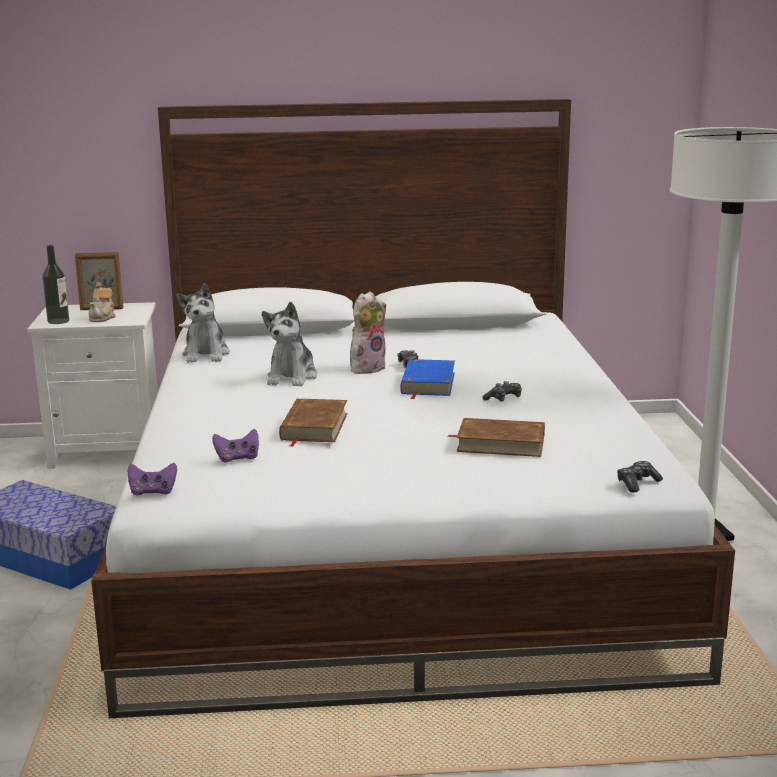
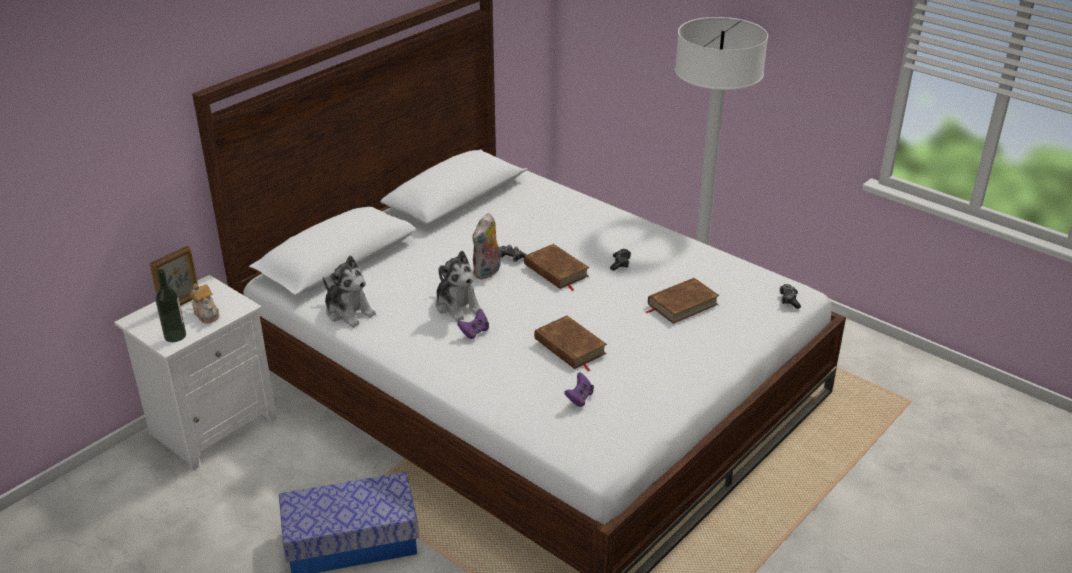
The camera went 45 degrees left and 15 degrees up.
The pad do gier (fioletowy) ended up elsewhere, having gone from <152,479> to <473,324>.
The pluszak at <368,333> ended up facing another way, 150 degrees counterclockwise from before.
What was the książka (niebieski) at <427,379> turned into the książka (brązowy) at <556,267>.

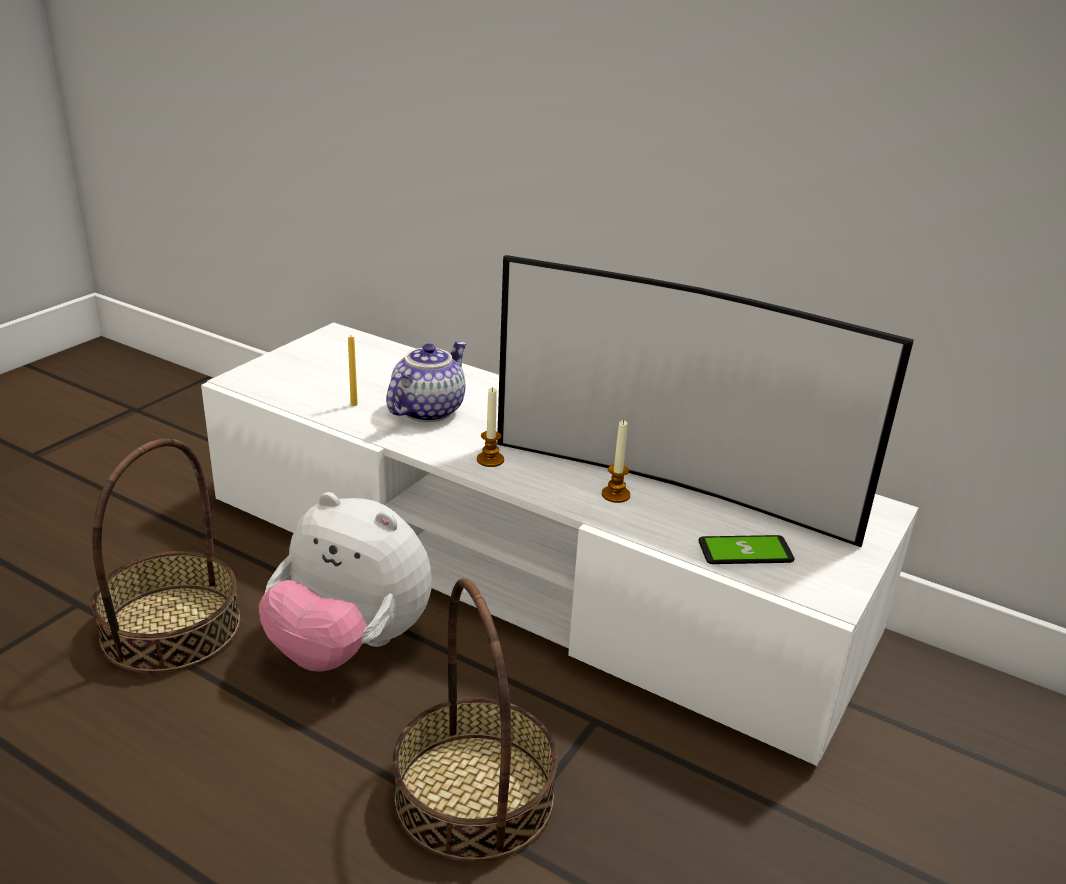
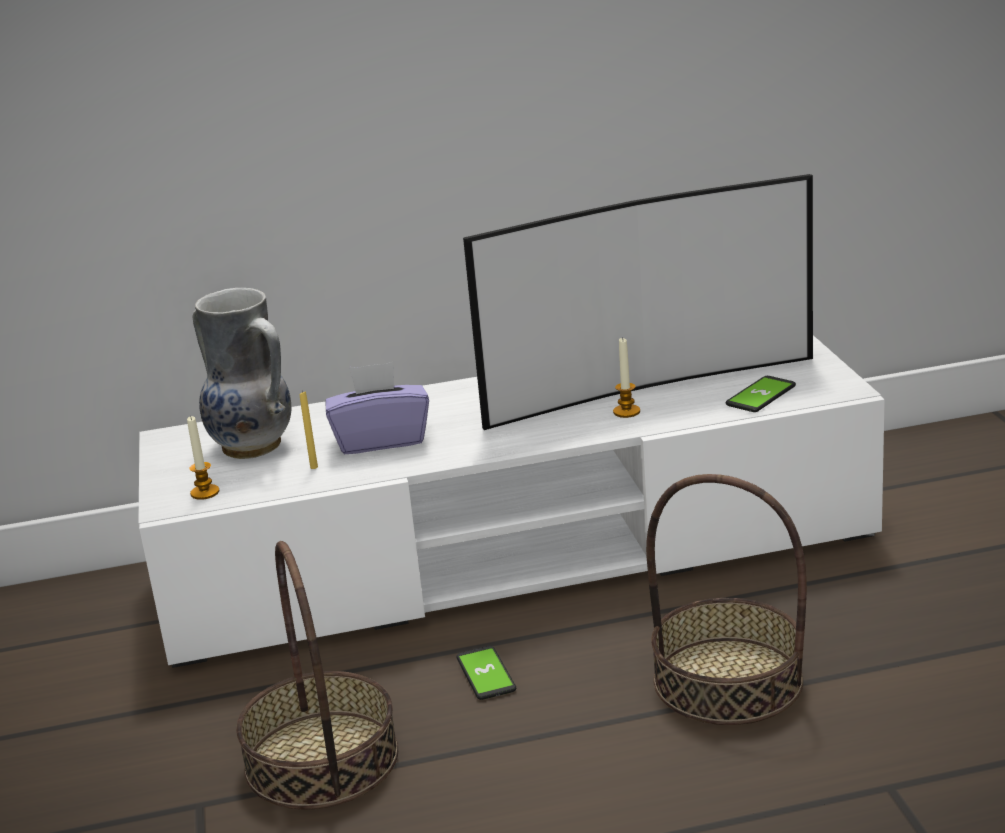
The camera went 40 degrees left and 5 degrees down.
The świeca ended up elsewhere, having gone from <490,427> to <203,457>.
The second view gained the wazon at <241,373>.
Where the imbryk stood at <426,381>, the pudełko chusteczek (fioletowy) came to stand at <377,408>.
Where the pluszak stood at <345,582>, the telefon came to stand at <486,673>.

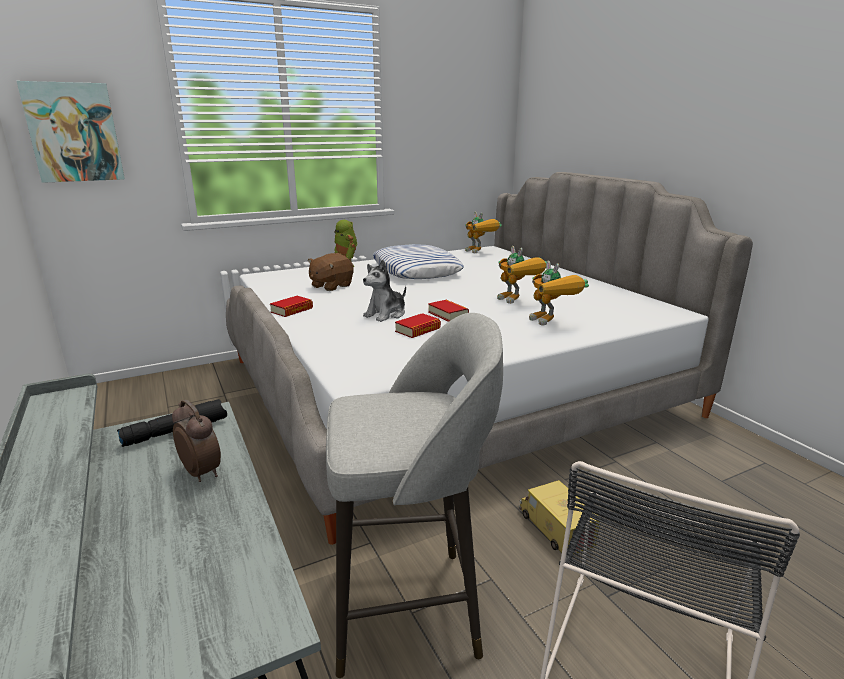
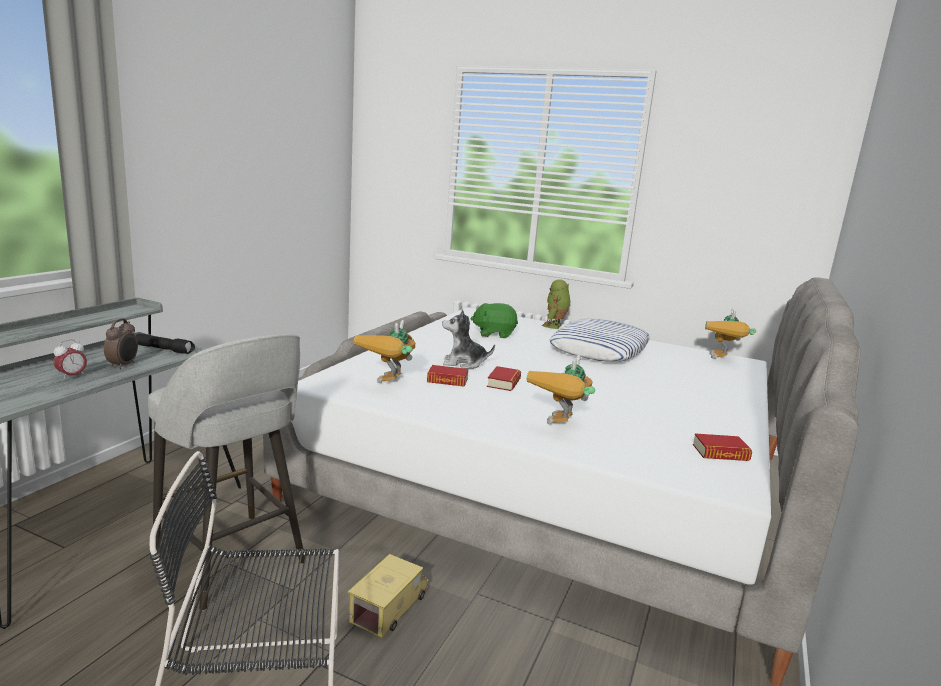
The camera went 50 degrees right and 5 degrees down.
The second view gained the budzik at <70,359>.
The robot zabawkowy ended up elsewhere, having gone from <522,275> to <384,351>.
What was the pluszak (brązowy) at <331,272> turned into the pluszak (zielony) at <494,320>.
The książka ended up elsewhere, having gone from <291,306> to <722,447>.
The second view lost the obraz at <71,132>.

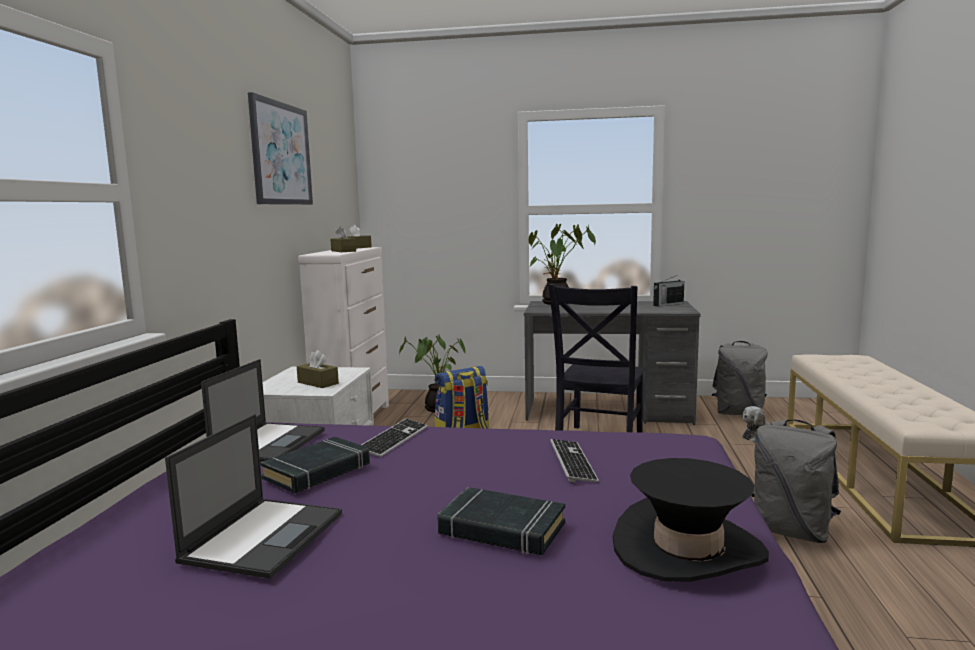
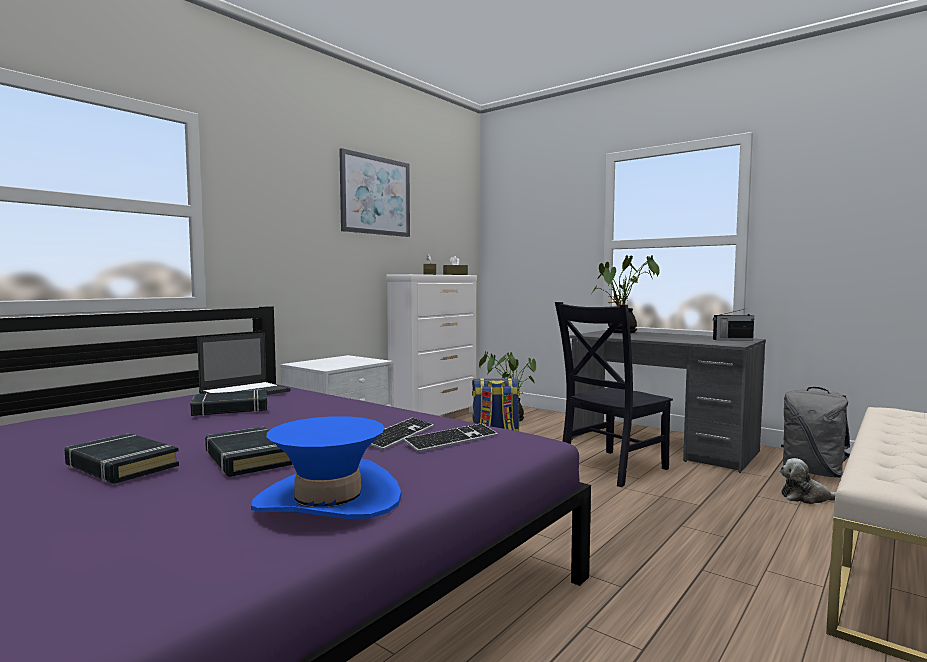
The camera went 30 degrees right and 5 degrees down.
The second view gained the książka (czarny) at <122,458>.
What was the kapelusz (czarny) at <691,520> turned into the kapelusz (niebieski) at <326,467>.
The klawiatura ended up elsewhere, having gone from <394,438> to <450,437>.
The second view lost the laptop at <253,496>.
The second view lost the pudełko chusteczek (brązowy) at <318,369>.
The second view lost the plecak (szary) at <796,481>.

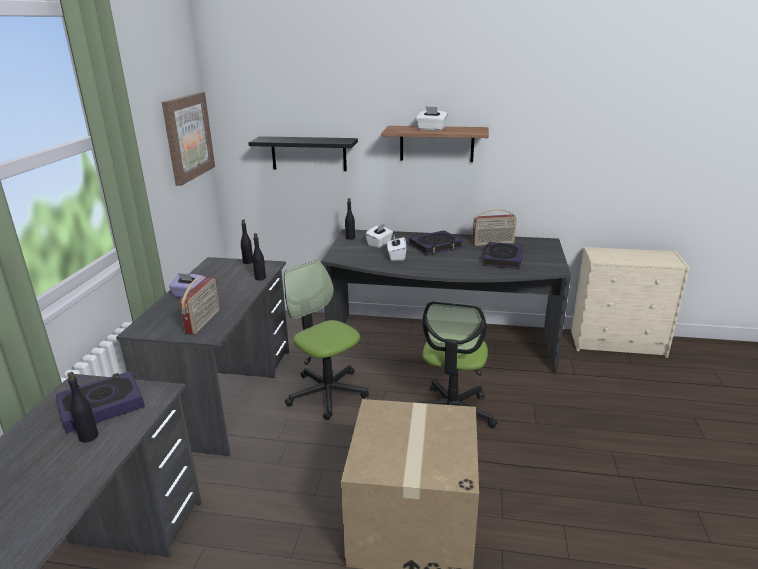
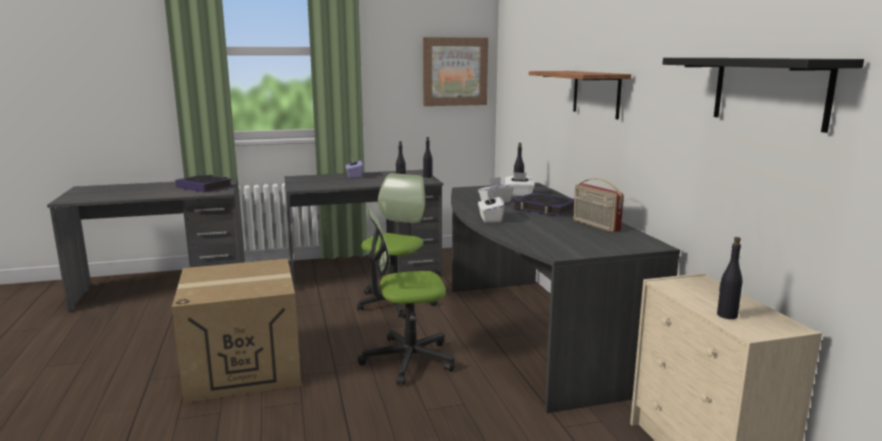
The camera went 65 degrees right and 10 degrees down.
The pudełko chusteczek (biały) ended up elsewhere, having gone from <432,118> to <491,208>.
The półka (czarny) ended up elsewhere, having gone from <303,153> to <763,95>.
The butelka (czarny) ended up elsewhere, having gone from <82,407> to <730,278>.
The second view lost the radio at <199,305>.
The second view lost the książka at <503,255>.

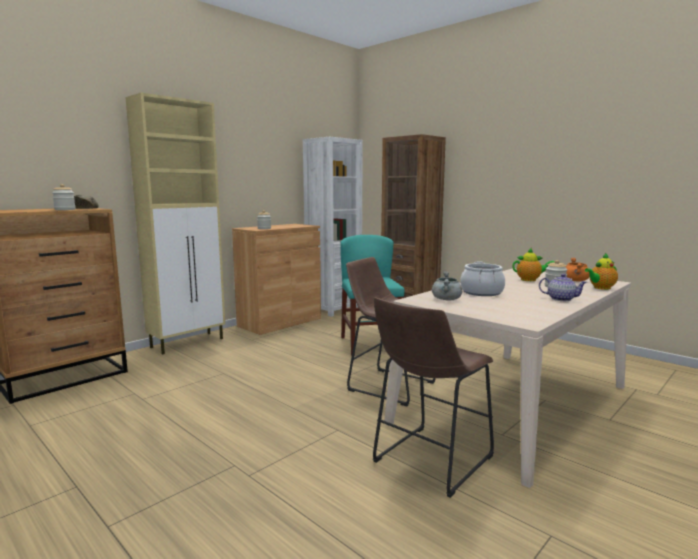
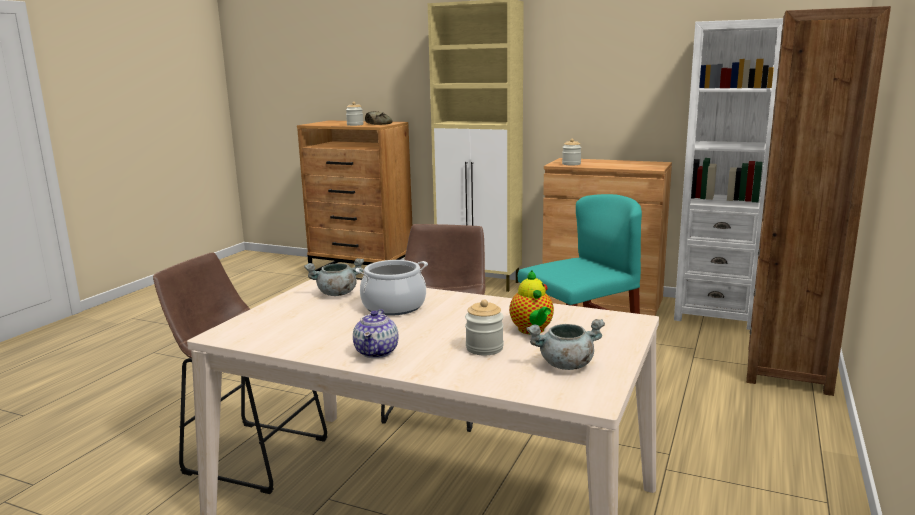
The camera went 70 degrees right and 5 degrees up.
What was the garnek (pomarańczowy) at <577,270> turned into the garnek (szary) at <565,344>.
The second view lost the imbryk at <601,271>.

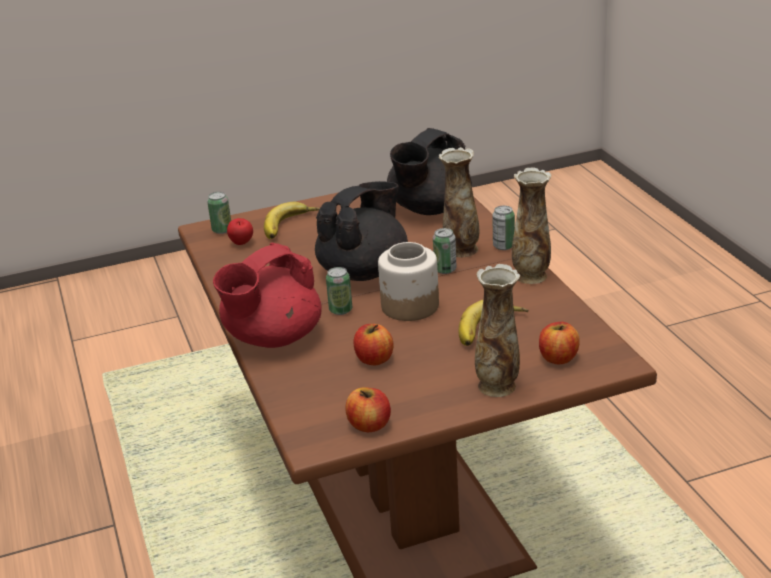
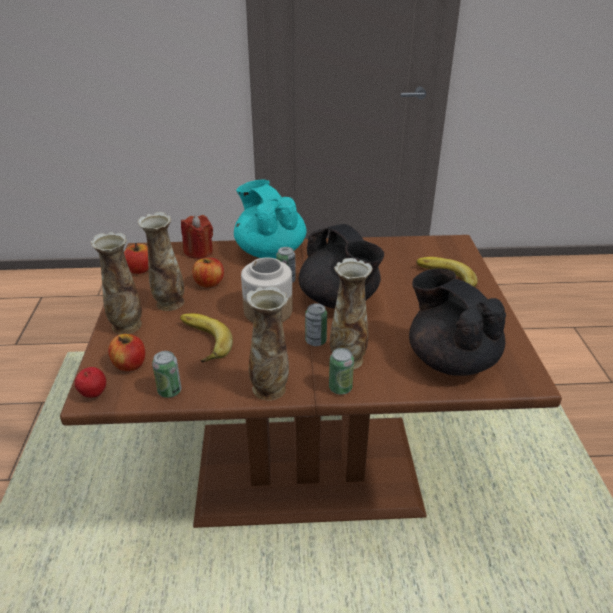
The camera went 105 degrees right and 5 degrees up.
The jabłko ended up elsewhere, having gone from <240,231> to <90,382>.
The second view gained the wazon at <161,261>.
The puszka ended up elsewhere, having gone from <219,213> to <166,374>.
The second view gained the świeca (czerwony) at <197,237>.
What was the imbryk (czerwony) at <267,295> turned into the imbryk (turkusowy) at <270,219>.

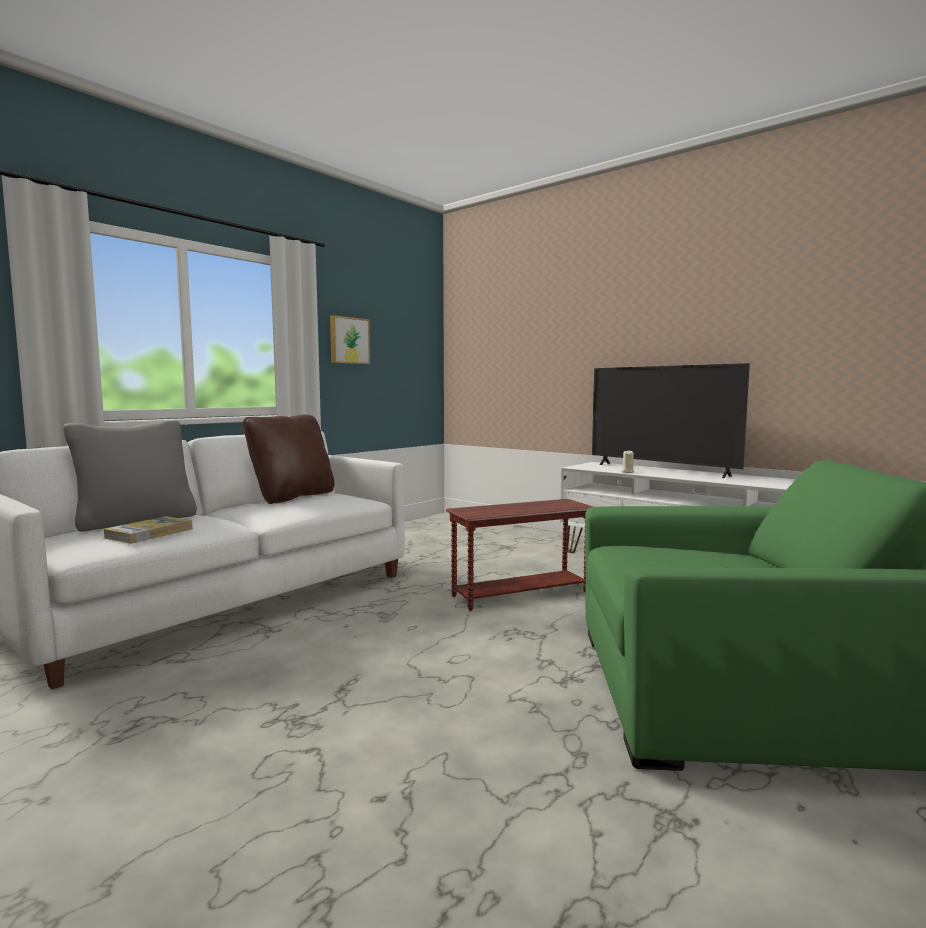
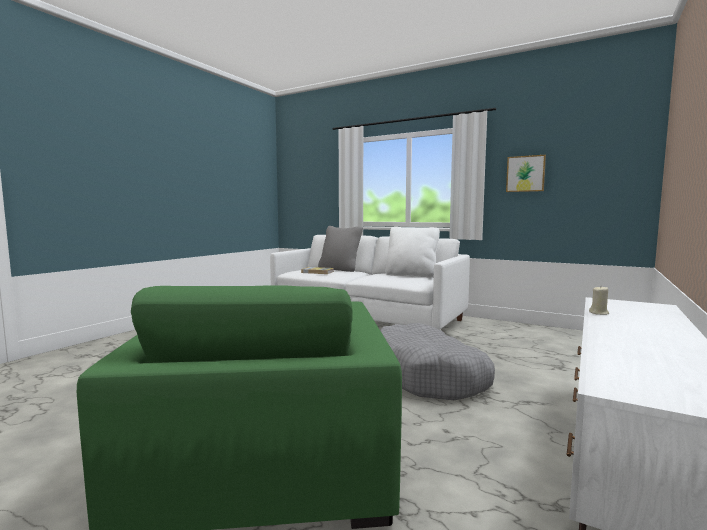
The camera went 80 degrees right and 0 degrees up.
Where the stolik (brązowy) stood at <519,555>, the legowisko (szary) came to stand at <437,361>.
What was the poduszka (brązowy) at <288,459> turned into the poduszka (biały) at <413,252>.
The second view lost the telewizor at <671,420>.

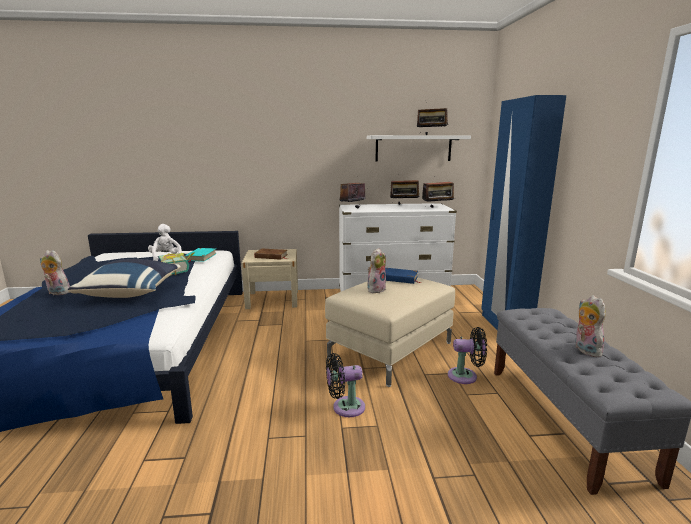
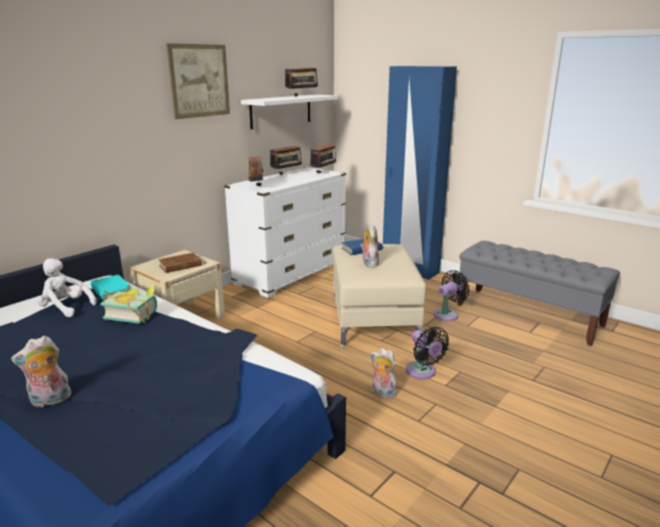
The camera went 45 degrees left and 5 degrees up.
The second view gained the obraz at <198,81>.
The pluszak ended up elsewhere, having gone from <590,326> to <383,373>.
The wentylator (czarny) at <345,385> ended up facing another way, 60 degrees counterclockwise from before.
The second view lost the poduszka (niebieski) at <124,278>.

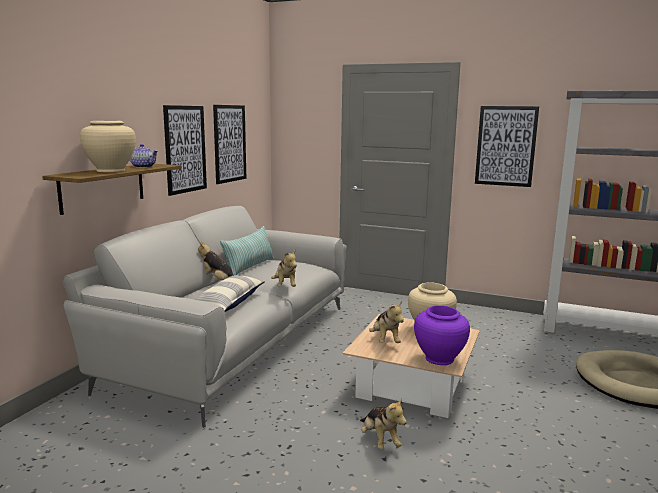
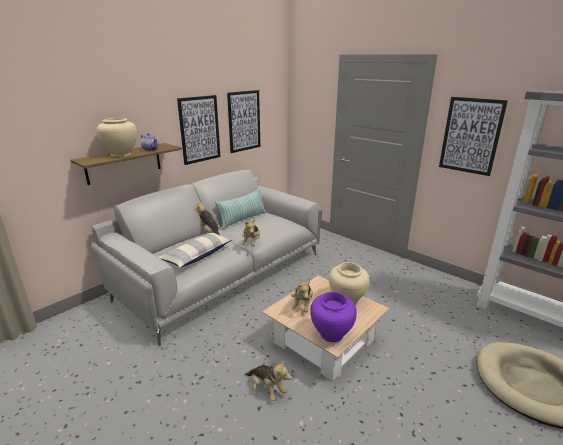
The camera went 20 degrees right and 10 degrees up.
The pluszak at <383,423> ended up facing another way, 45 degrees counterclockwise from before.

